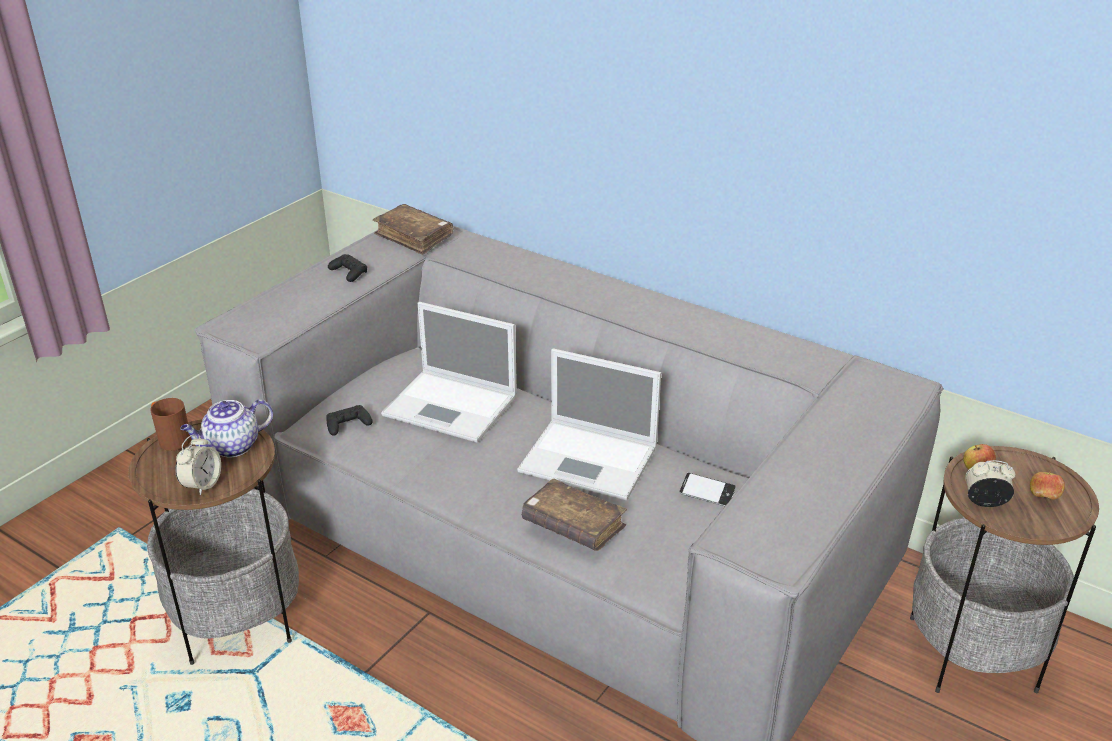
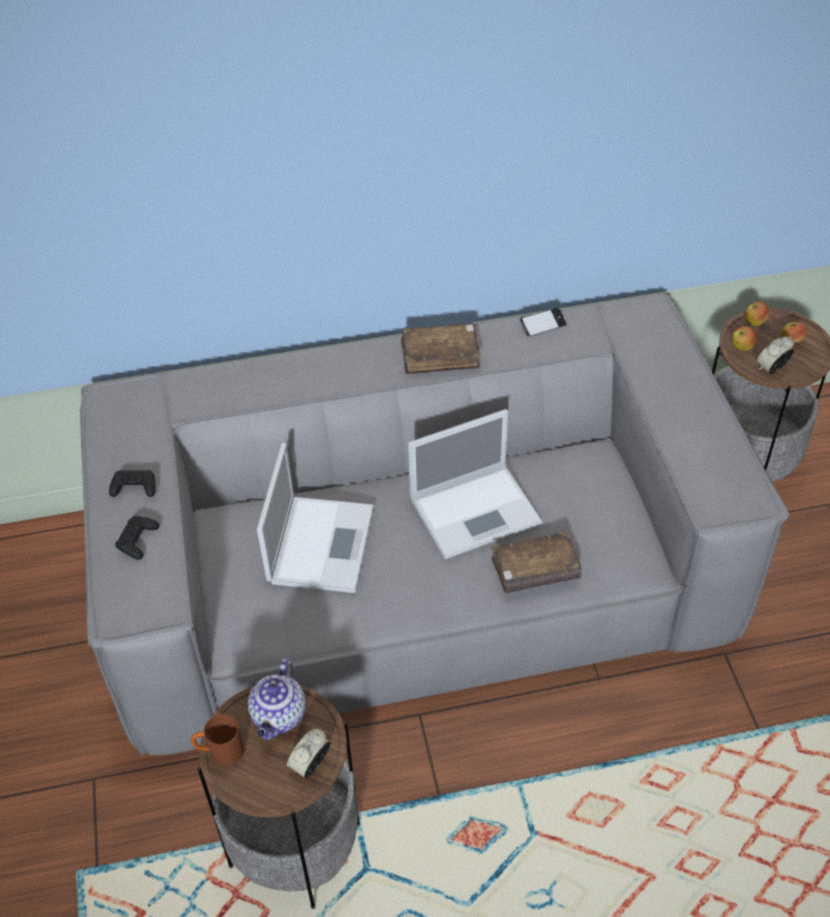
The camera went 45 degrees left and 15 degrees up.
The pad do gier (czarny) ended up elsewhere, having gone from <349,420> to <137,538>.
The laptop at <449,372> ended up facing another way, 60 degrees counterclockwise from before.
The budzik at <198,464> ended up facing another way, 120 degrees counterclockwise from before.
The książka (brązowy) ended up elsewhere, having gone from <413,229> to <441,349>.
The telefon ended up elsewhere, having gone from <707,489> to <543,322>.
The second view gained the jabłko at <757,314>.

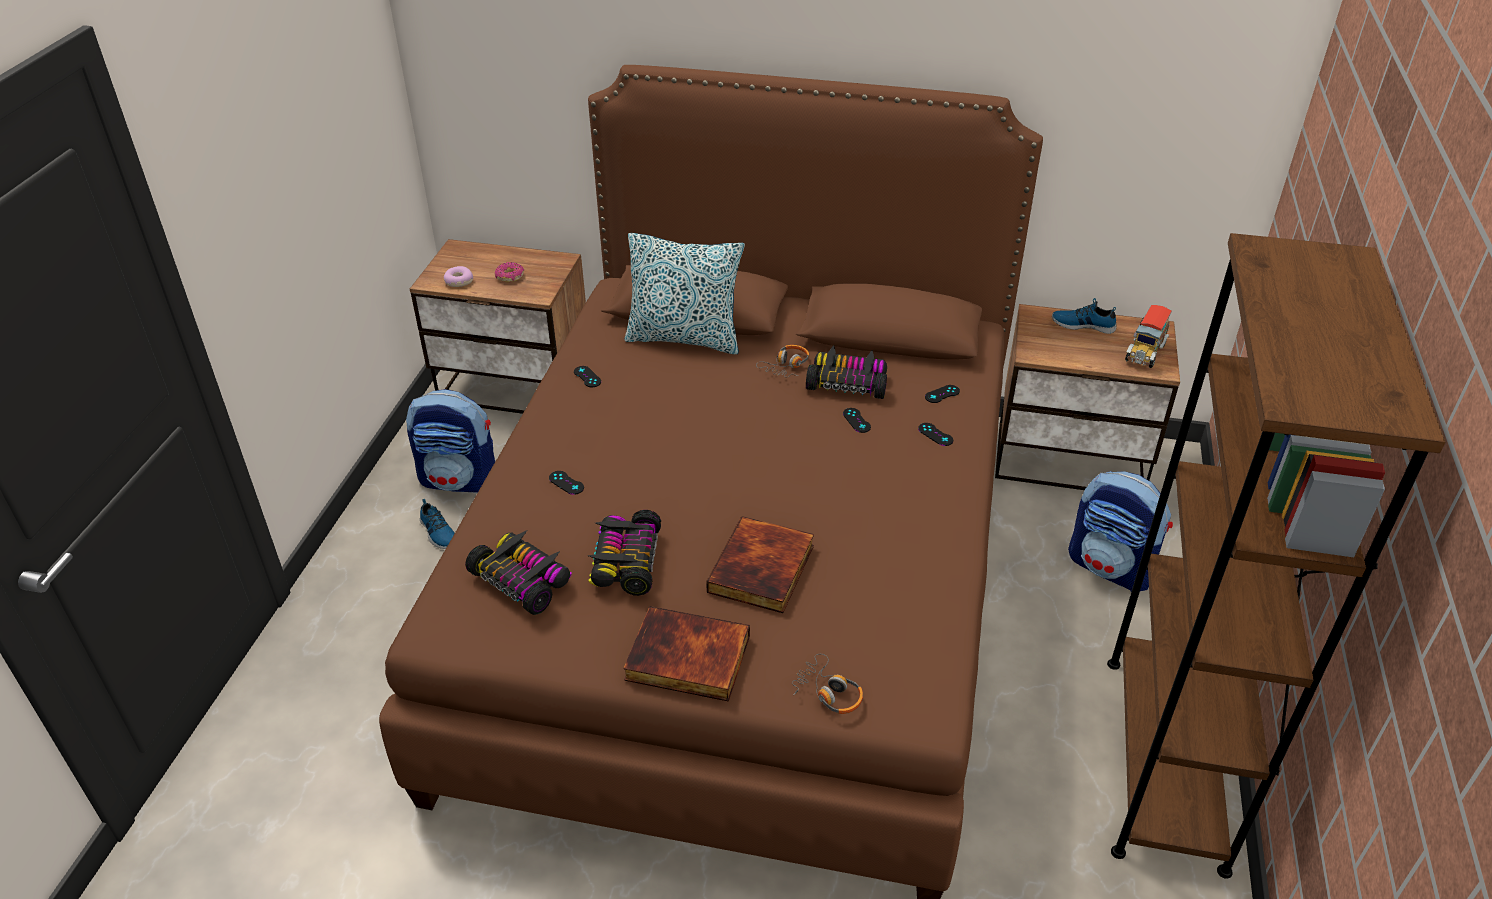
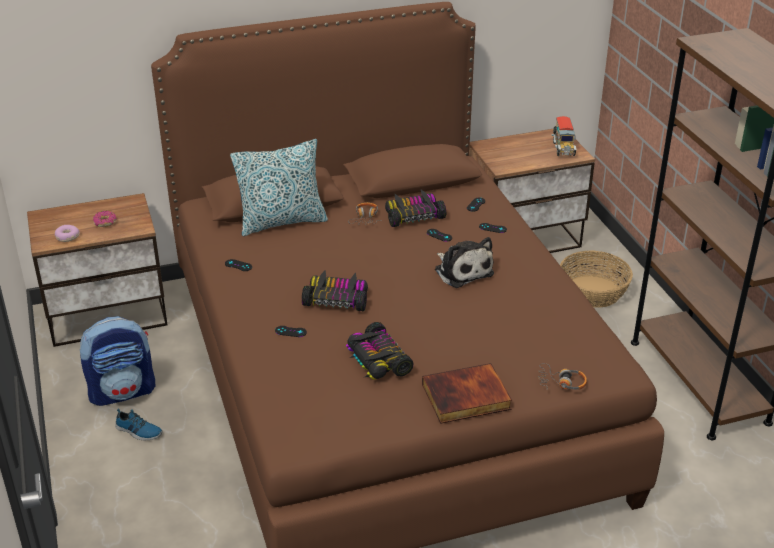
The camera went 30 degrees left and 5 degrees down.
The samochodzik ended up elsewhere, having gone from <518,572> to <335,290>.
The second view gained the pluszak at <464,262>.
Where the plecak stood at <1120,531>, the koszyk came to stand at <596,279>.
The second view lost the książka at <760,564>.
The second view lost the but at <1084,316>.

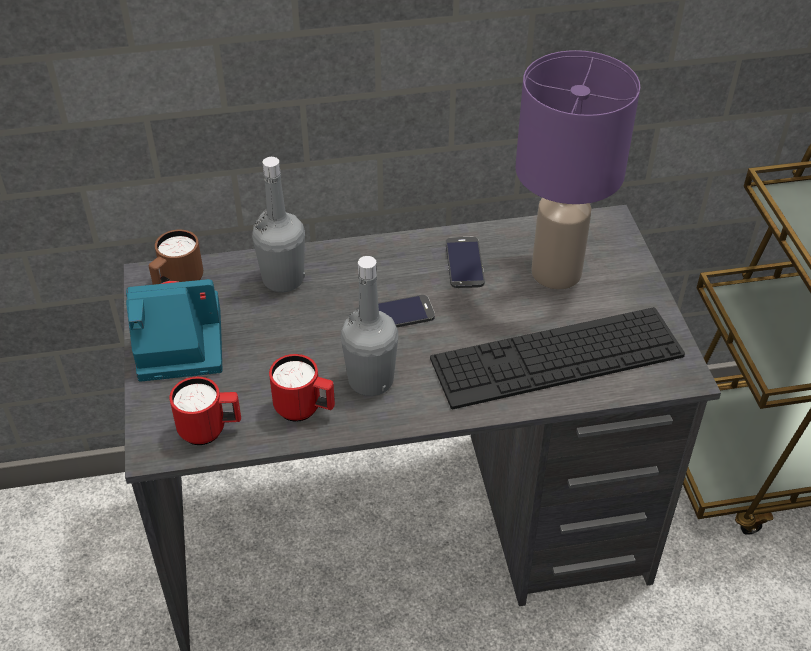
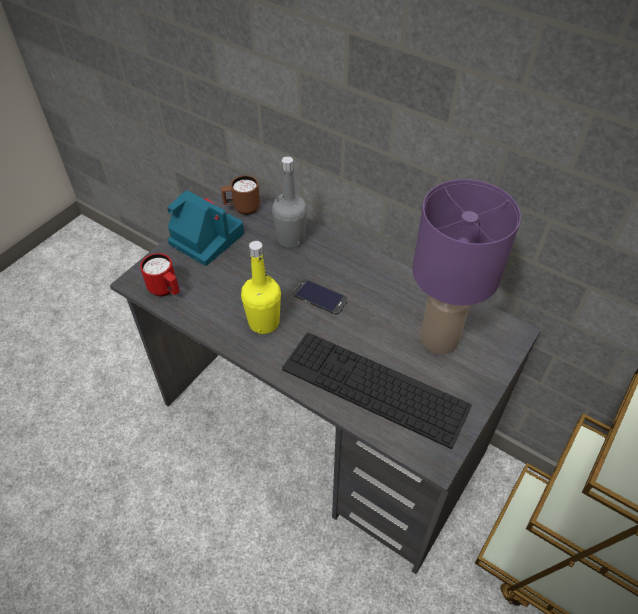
The camera went 45 degrees right and 5 degrees up.
What was the butelka (szary) at <369,326> turned into the butelka (żółty) at <261,287>.
The second view lost the kubek (czerwony) at <302,388>.
The second view lost the telefon at <465,262>.

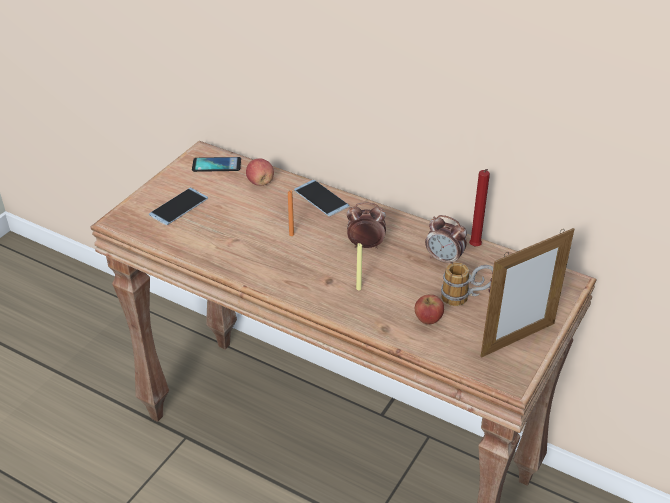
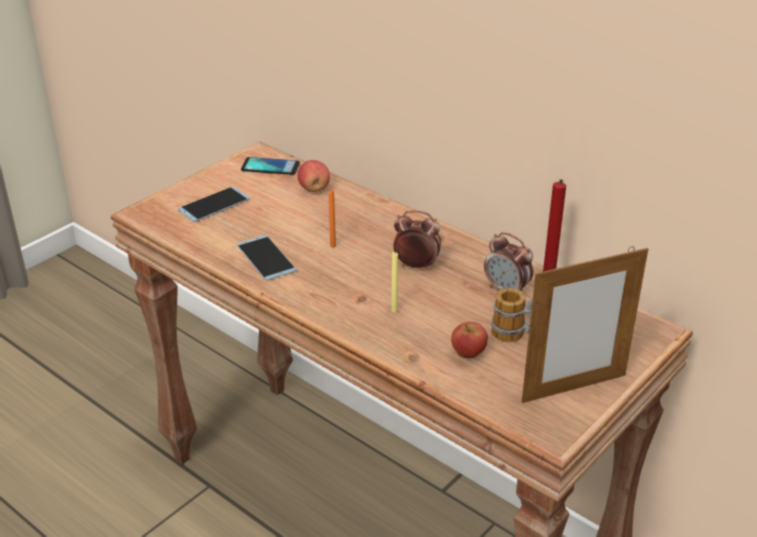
The camera went 10 degrees right and 5 degrees down.
The telefon ended up elsewhere, having gone from <322,198> to <267,258>.

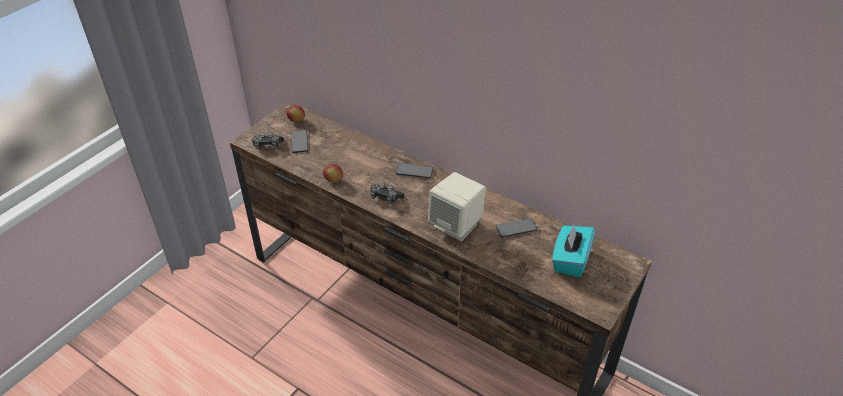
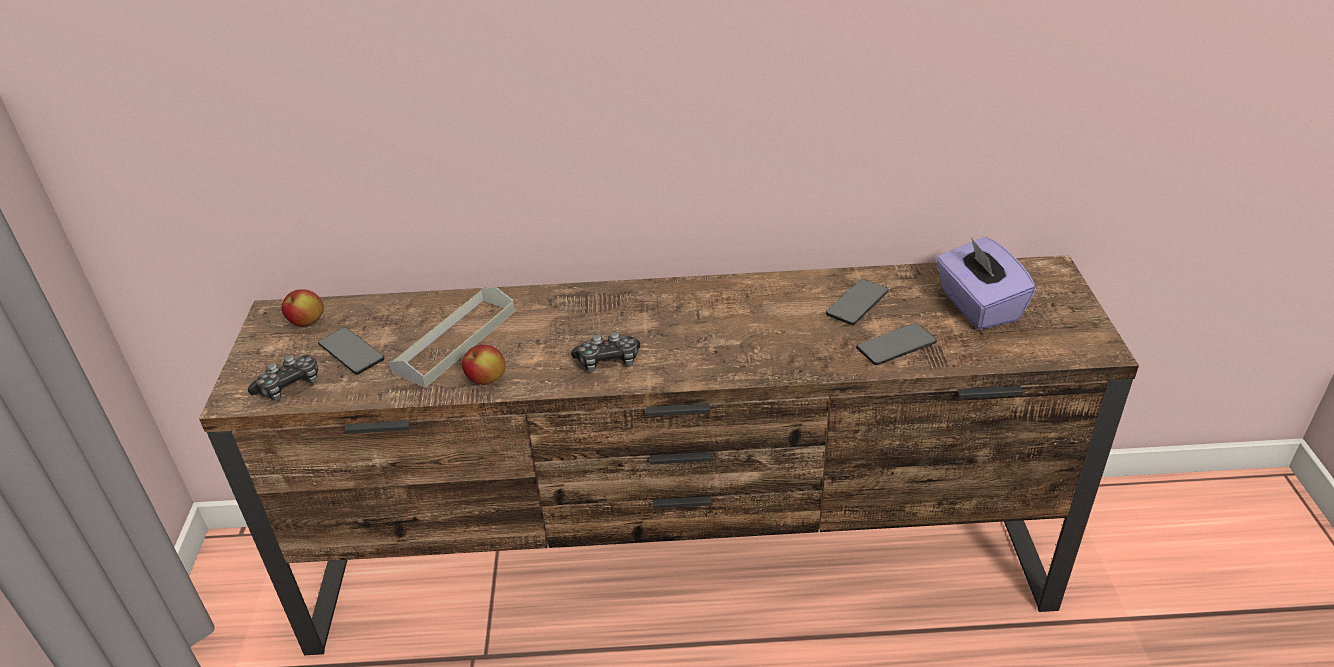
The camera went 35 degrees left and 5 degrees down.
The second view gained the taca (szary) at <452,337>.
The telefon ended up elsewhere, having gone from <414,170> to <896,344>.
What was the pudełko chusteczek (turkusowy) at <573,250> turned into the pudełko chusteczek (fioletowy) at <986,283>.
The second view lost the głośnik (beżowy) at <457,206>.

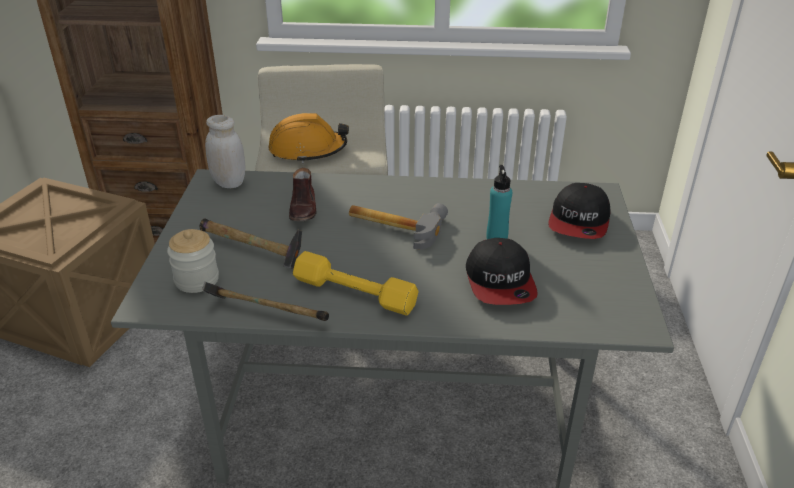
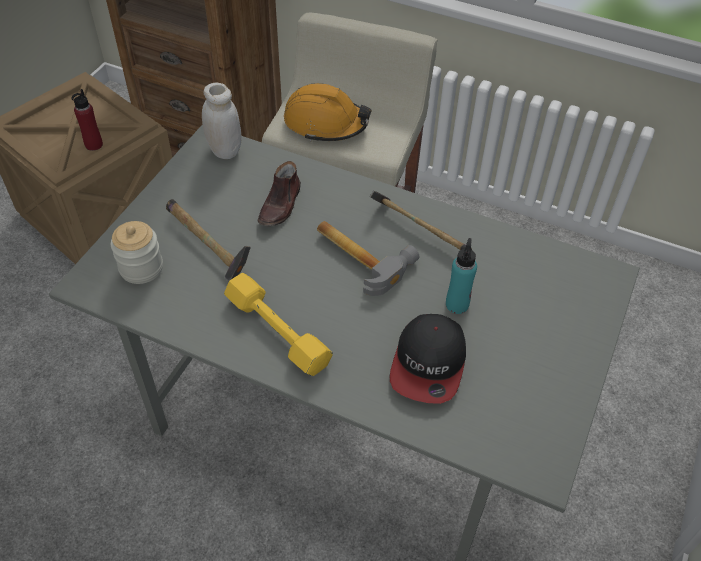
The camera went 20 degrees right and 15 degrees up.
The second view gained the butelka (czerwony) at <87,120>.
The młotek ended up elsewhere, having gone from <265,301> to <421,220>.
The second view lost the czapka z daszkiem at <579,211>.

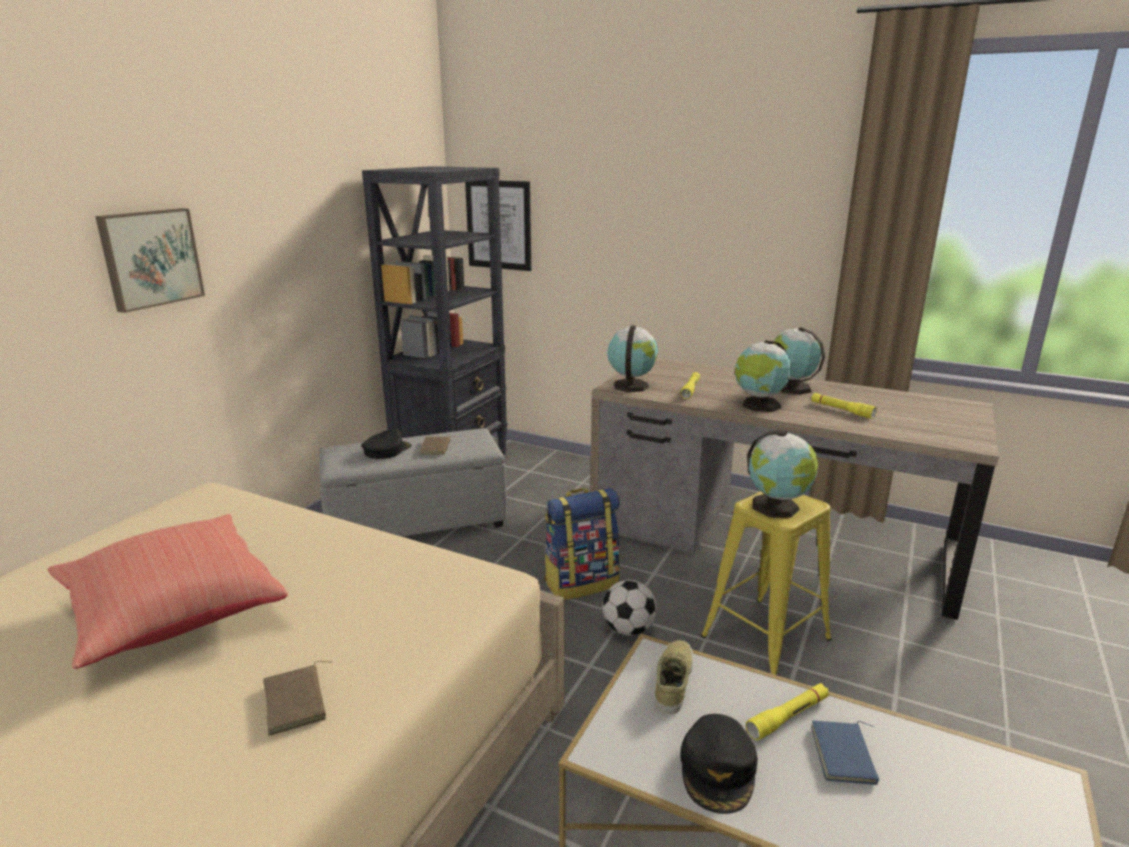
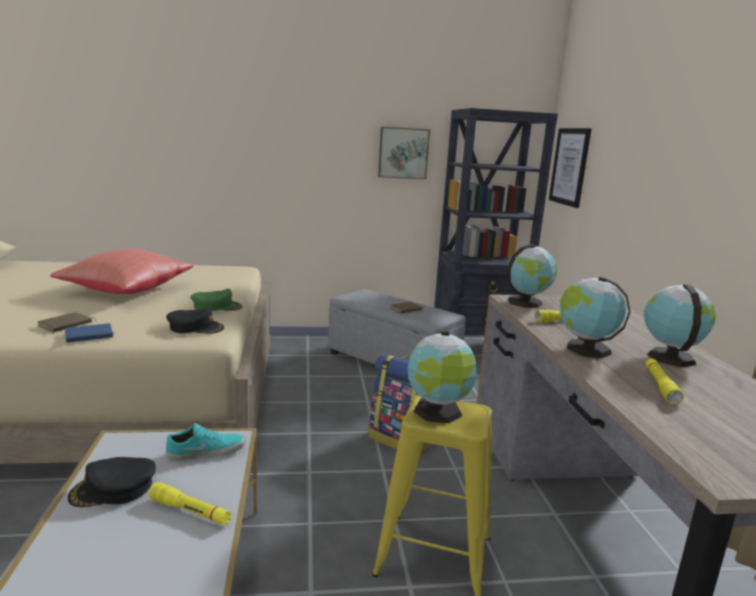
The camera went 55 degrees right and 5 degrees down.
The książka (niebieski) ended up elsewhere, having gone from <845,753> to <90,333>.
The czapka z daszkiem (czarny) ended up elsewhere, having gone from <386,443> to <195,321>.
What was the but (beżowy) at <674,677> turned into the but (turkusowy) at <206,442>.
The second view gained the czapka z daszkiem (zielony) at <216,300>.
The obraz ended up elsewhere, having gone from <150,260> to <404,153>.
The second view lost the piłka futbolowa at <629,607>.

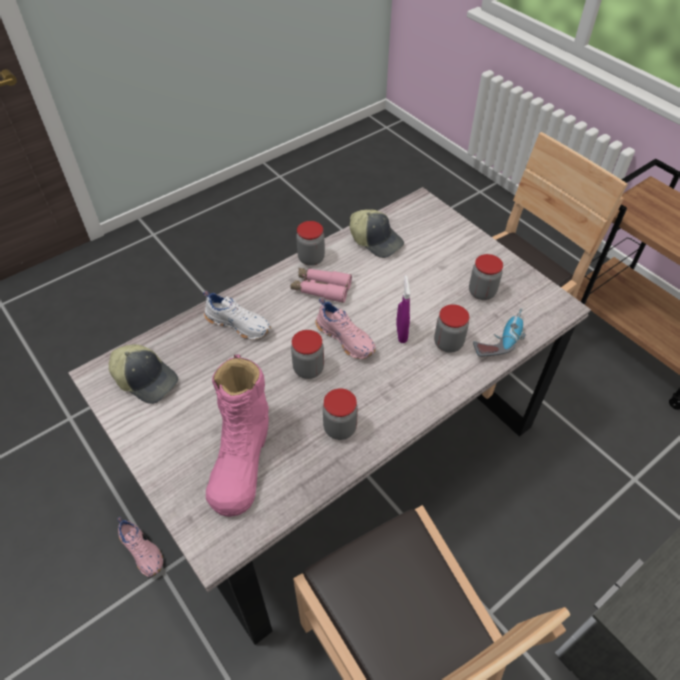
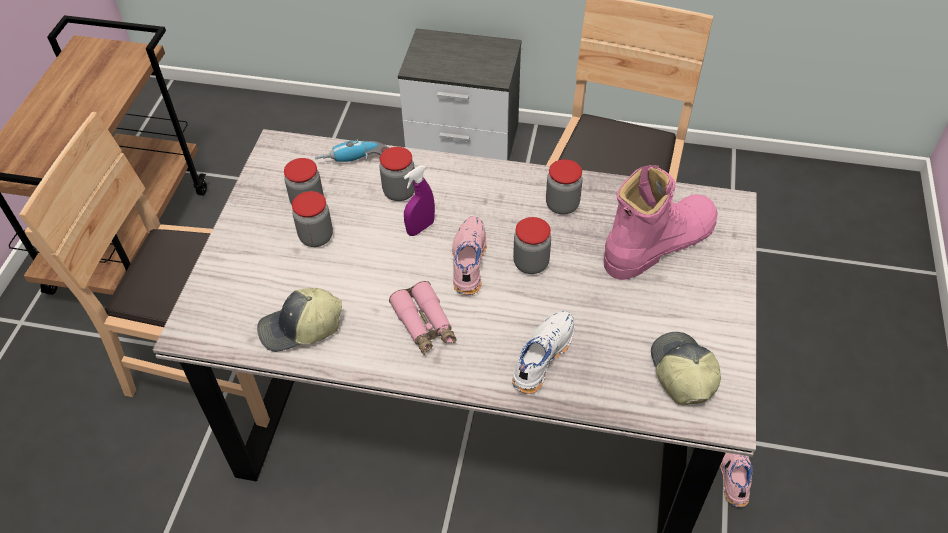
The camera went 130 degrees left and 0 degrees up.
The czapka z daszkiem at <377,234> ended up facing another way, 105 degrees counterclockwise from before.
The słoik ended up elsewhere, having gone from <310,243> to <312,219>.
The but (biały) at <237,315> ended up facing another way, 45 degrees clockwise from before.

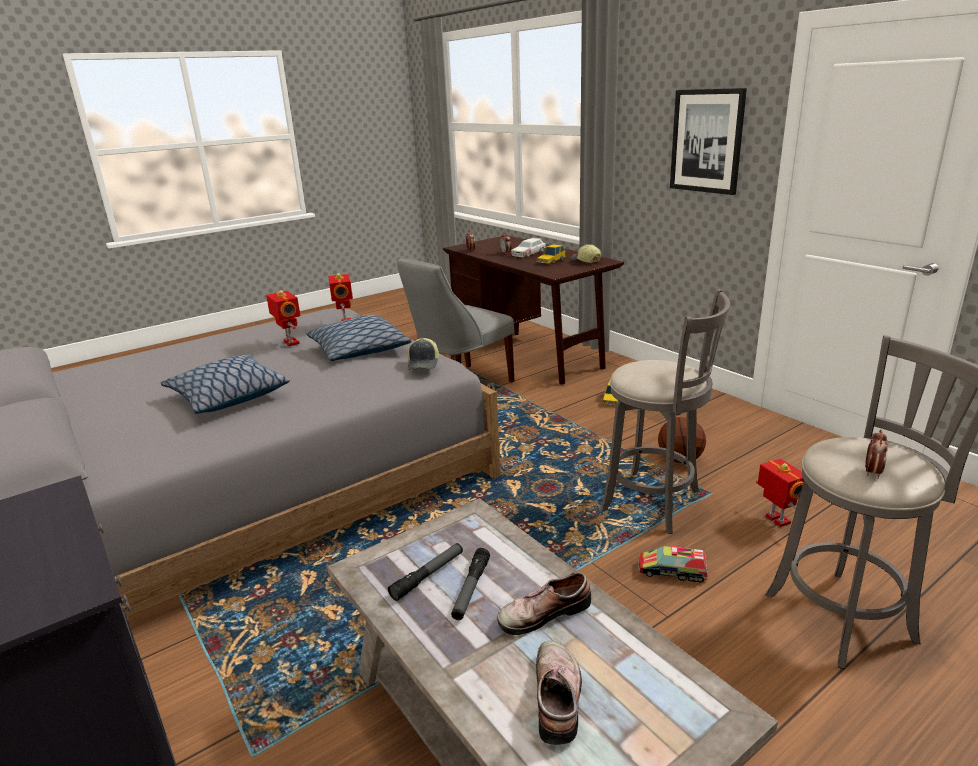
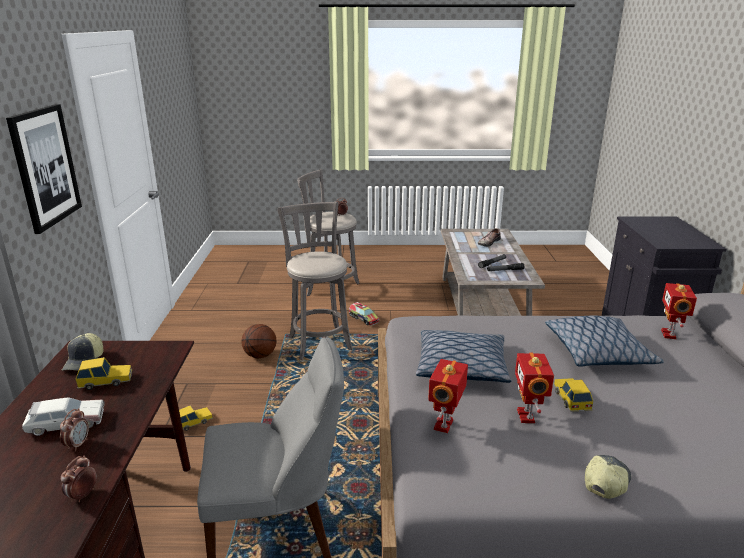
The camera went 145 degrees left and 0 degrees up.
The second view gained the samochodzik at <573,395>.
The czapka z daszkiem ended up elsewhere, having gone from <423,354> to <608,477>.
The robot zabawkowy ended up elsewhere, having gone from <780,493> to <679,311>.
The second view lost the but at <544,603>.

